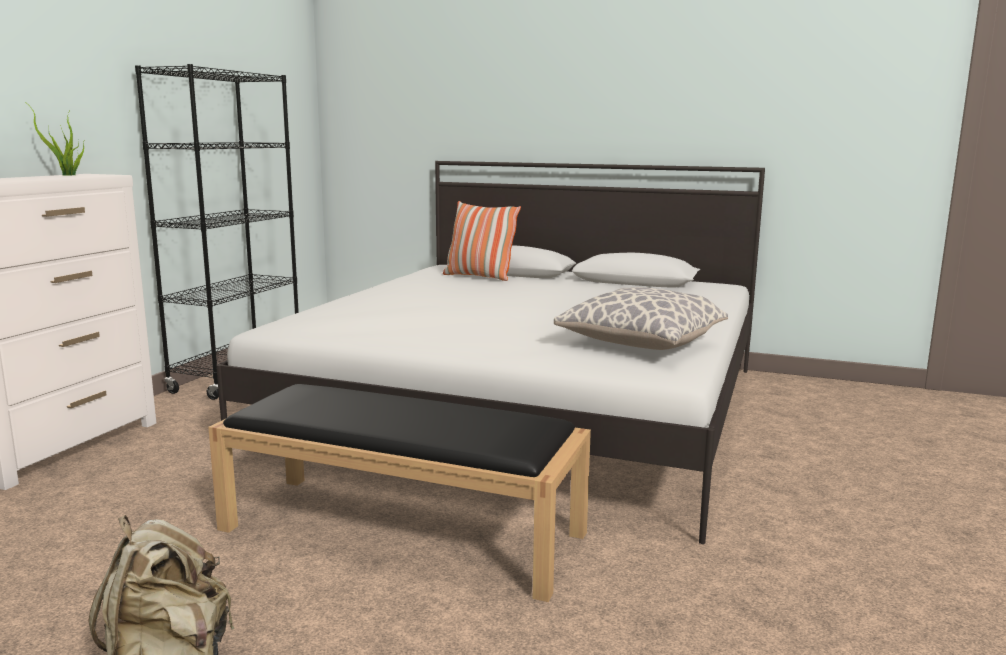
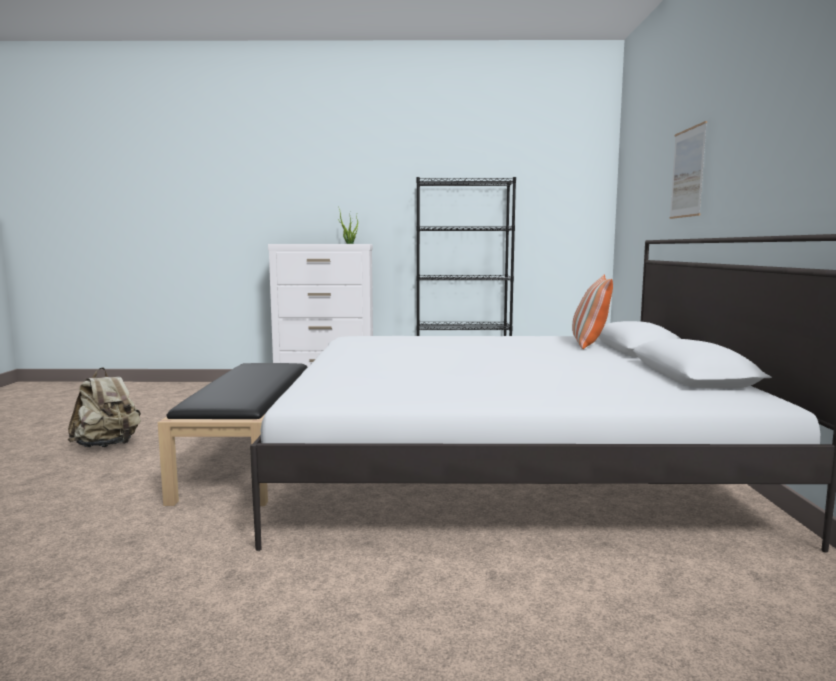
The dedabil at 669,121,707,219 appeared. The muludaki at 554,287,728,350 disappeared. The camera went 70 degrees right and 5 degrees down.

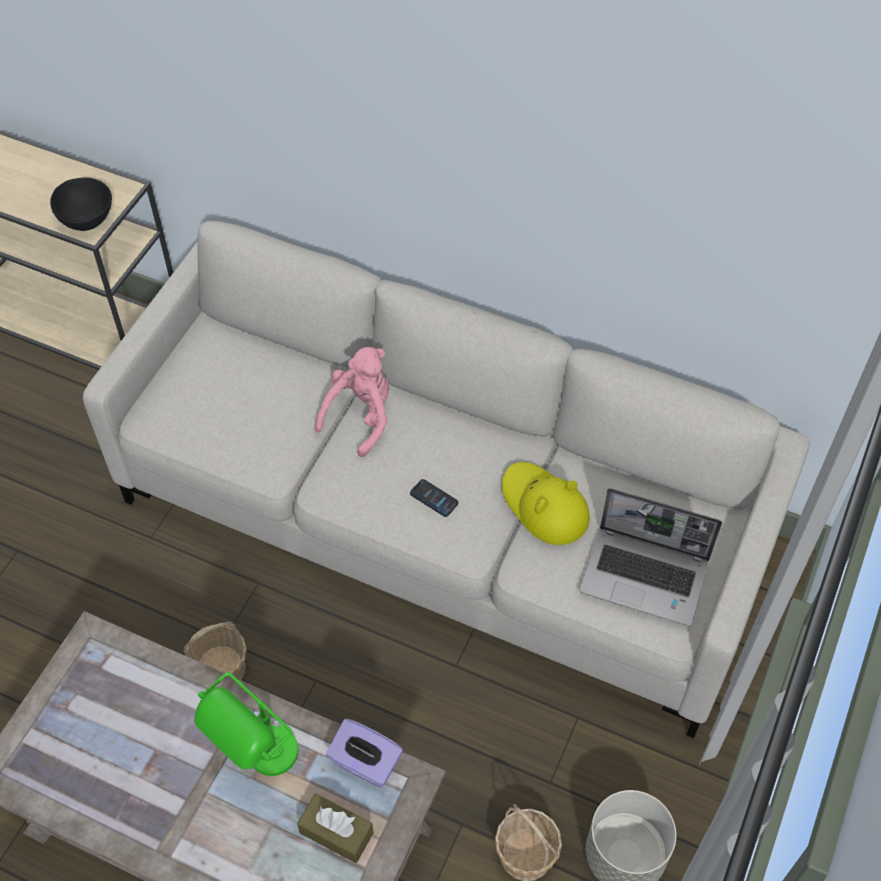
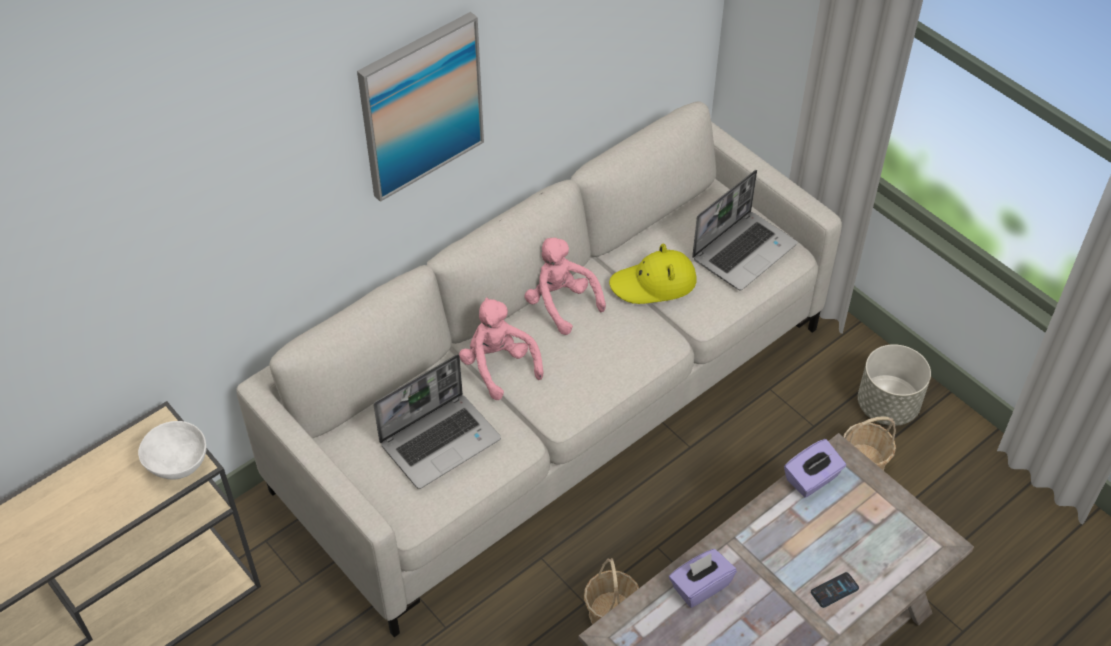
The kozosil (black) at 50,178,112,231 became the kozosil (white) at 138,421,206,480. The dedabil at 357,12,484,202 appeared. The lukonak at 374,354,501,489 appeared. The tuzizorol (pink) at 524,237,606,335 appeared. The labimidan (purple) at 669,549,737,608 appeared. The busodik moved from 410,479,459,517 to 811,572,859,608. The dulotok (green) at 194,672,298,776 disappeared. The labimidan (brown) at 297,793,374,863 disappeared. The camera went 65 degrees left and 5 degrees down.

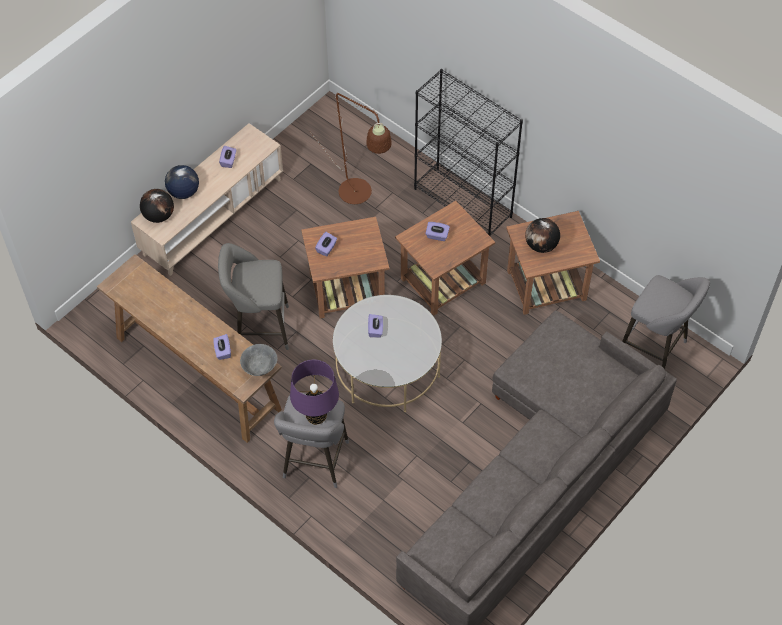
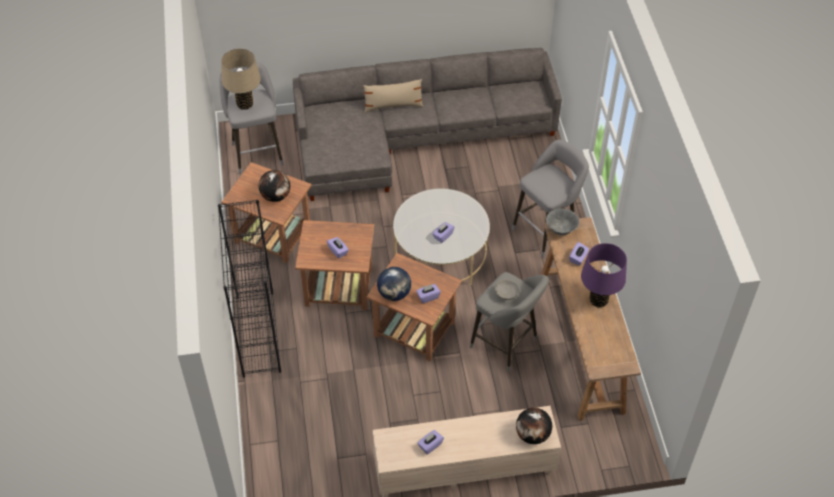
The dulotok (beige) at 221,48,261,110 appeared. The muludaki (beige) at 363,79,424,113 appeared. The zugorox moved from 165,165,199,199 to 377,267,411,301. The kozosil (grey) at 495,280,519,300 appeared. The dulotok (purple) moved from 290,360,339,425 to 581,243,627,308. The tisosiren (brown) at 311,93,392,204 disappeared. The camera went 140 degrees left and 5 degrees down.

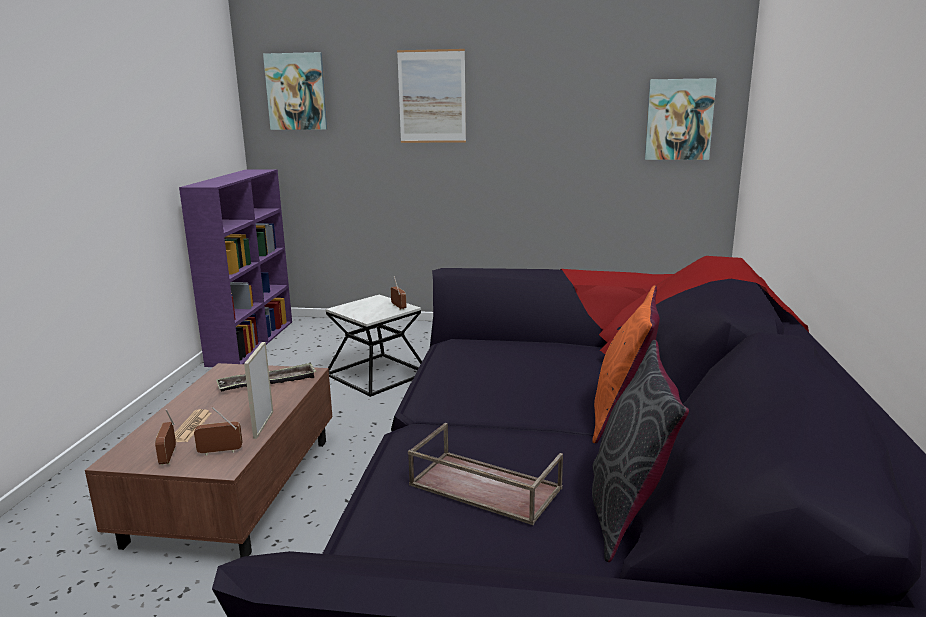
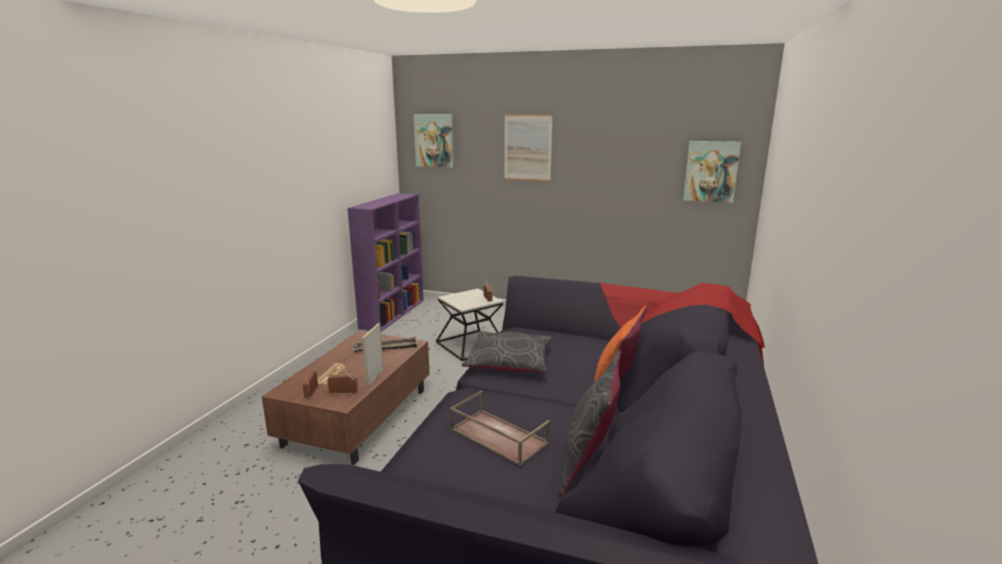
The muludaki (grey) at 462,331,553,373 appeared. The camera went 10 degrees right and 0 degrees up.

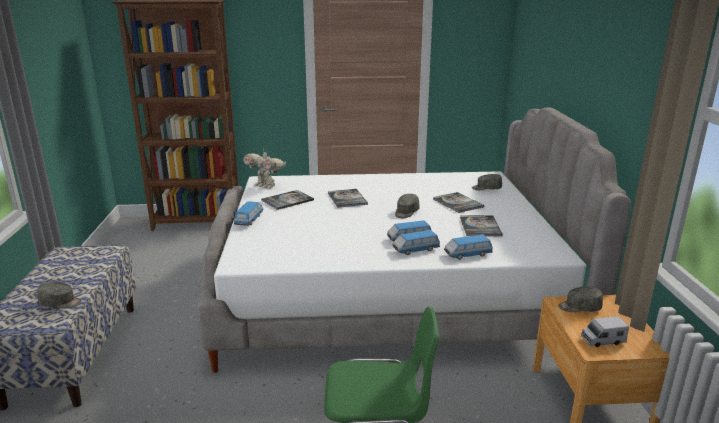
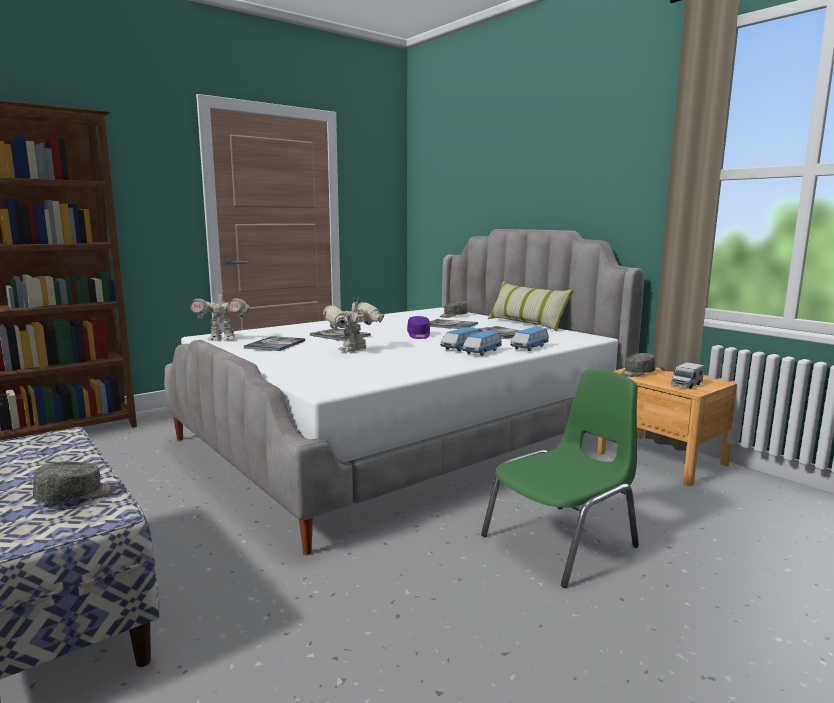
The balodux at 323,297,384,352 appeared. The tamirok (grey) at 395,194,420,218 became the tamirok (purple) at 407,316,430,339. The muludaki at 487,281,573,331 appeared. The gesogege at 234,201,263,226 disappeared. The camera went 35 degrees left and 10 degrees down.

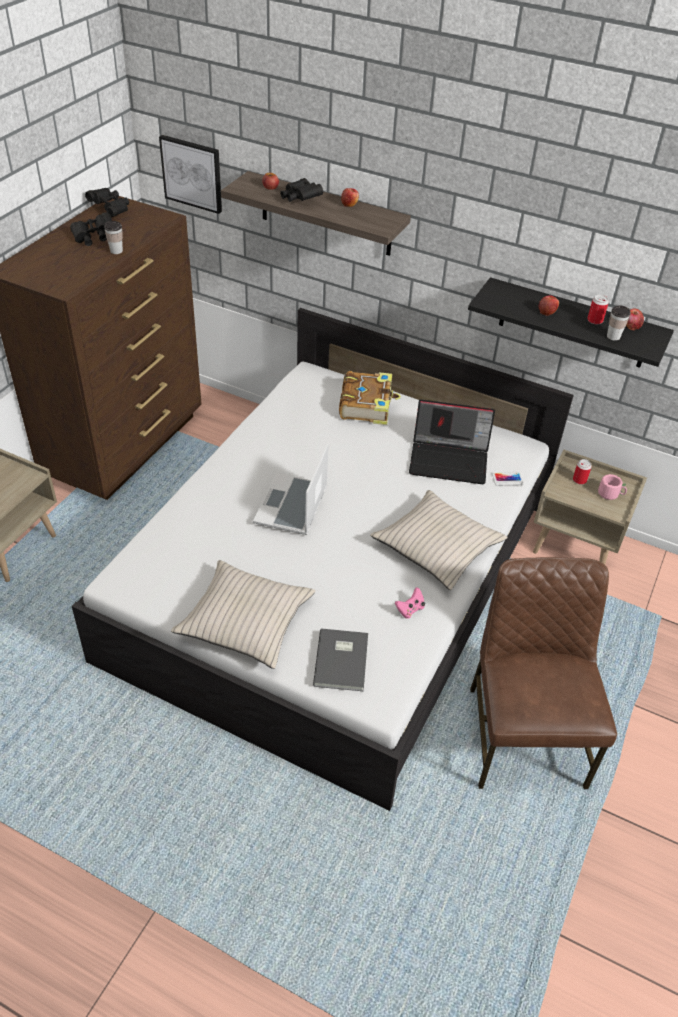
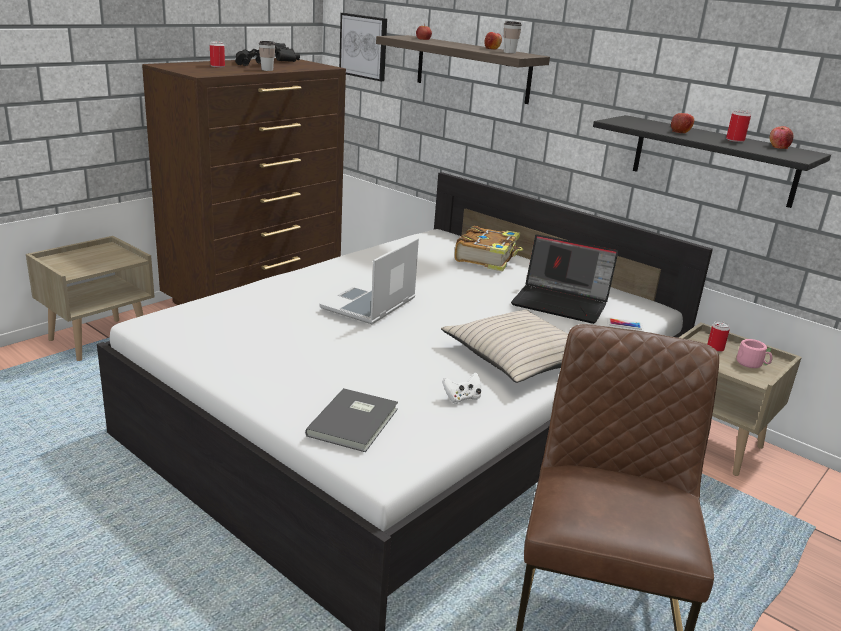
The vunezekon at 210,42,225,67 appeared. The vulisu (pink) at 395,587,425,619 became the vulisu (white) at 442,372,481,404. The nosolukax moved from 607,306,631,341 to 504,21,522,53. The muludaki (beige) at 171,560,316,669 disappeared. The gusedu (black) at 281,178,323,202 disappeared. The camera went 15 degrees right and 20 degrees down.

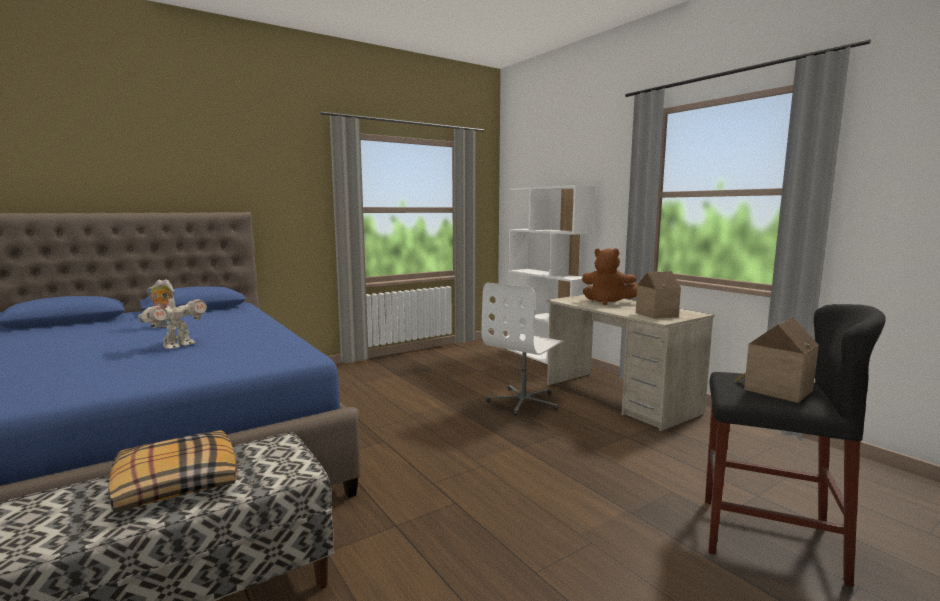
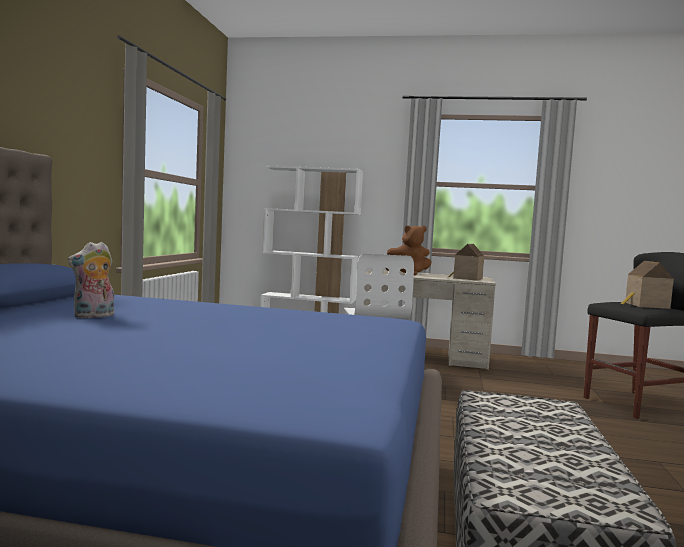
The muludaki at 108,430,237,513 disappeared. The balodux at 138,293,207,349 disappeared. The camera went 45 degrees left and 5 degrees down.

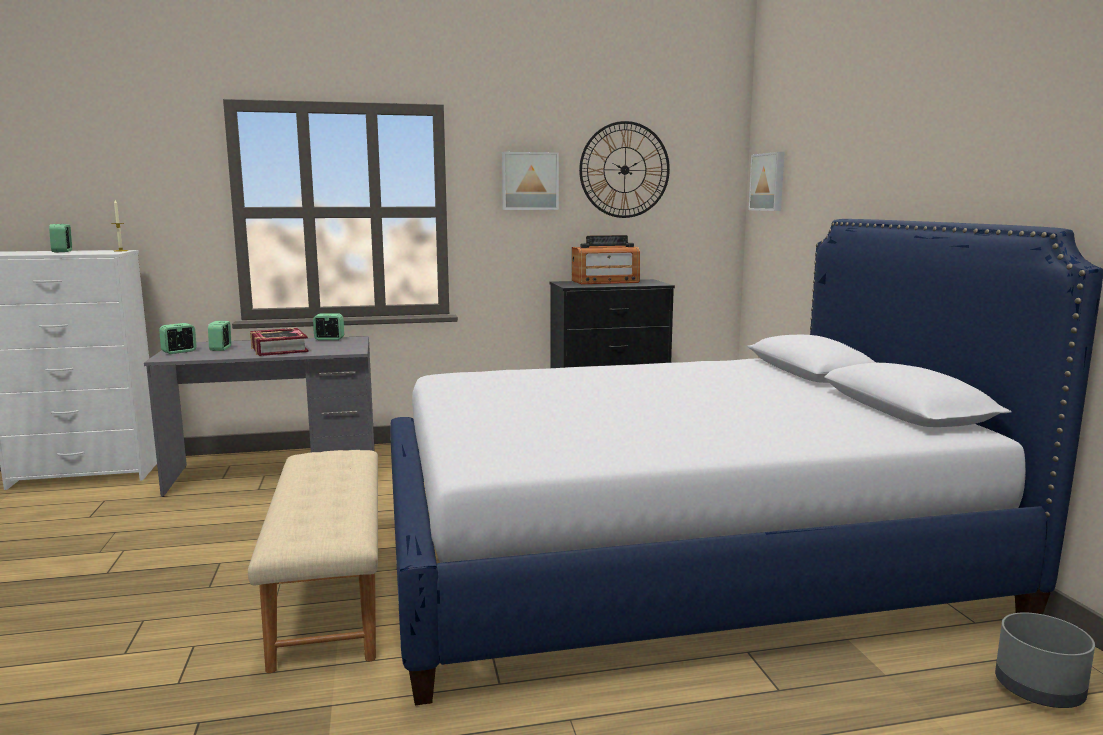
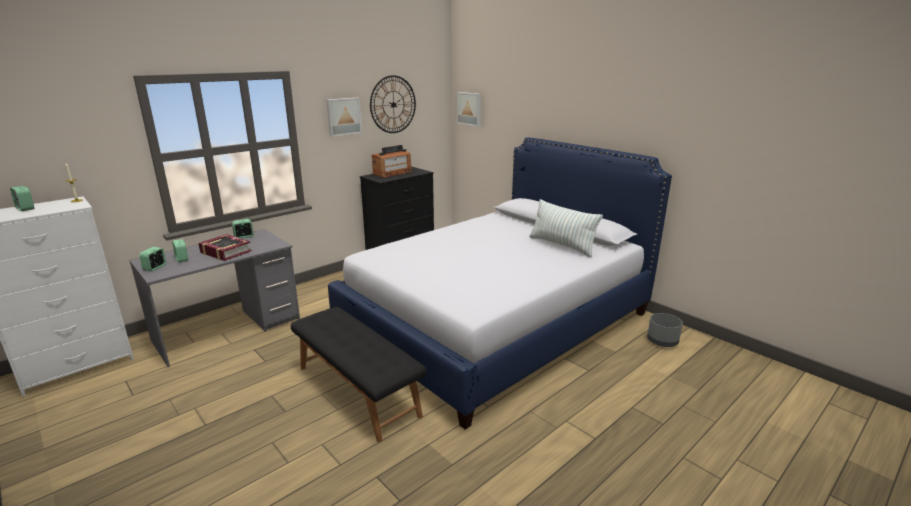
The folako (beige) at 248,450,378,673 became the folako (black) at 291,307,427,442. The muludaki at 529,199,603,257 appeared. The camera went 30 degrees left and 10 degrees up.

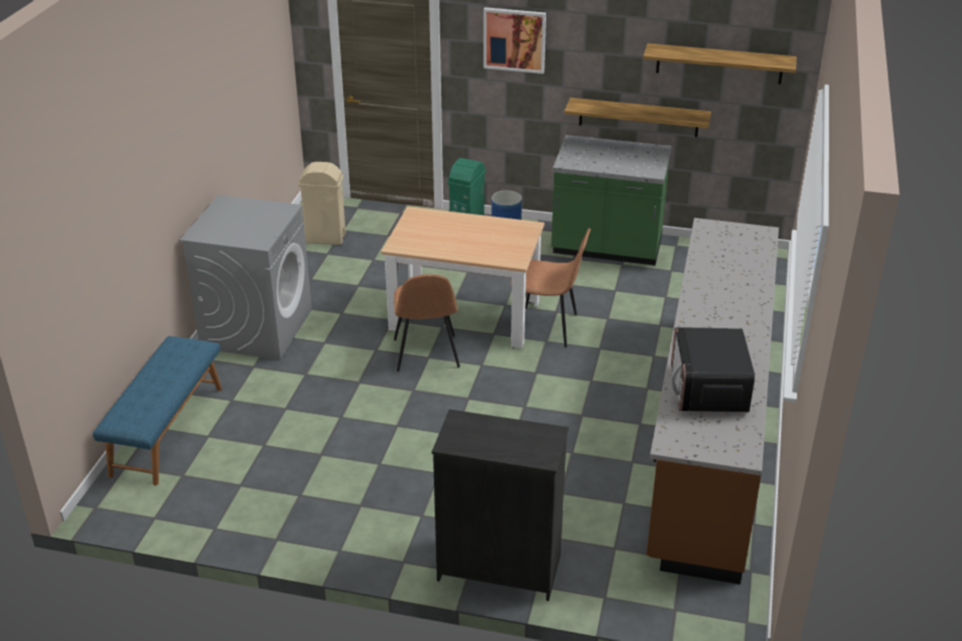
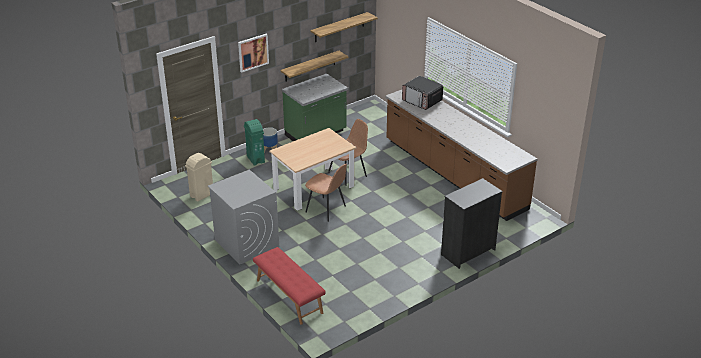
The folako (blue) at 93,336,222,486 became the folako (red) at 253,247,326,325. The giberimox moved from 671,327,755,412 to 402,76,443,110. The camera went 50 degrees left and 0 degrees up.

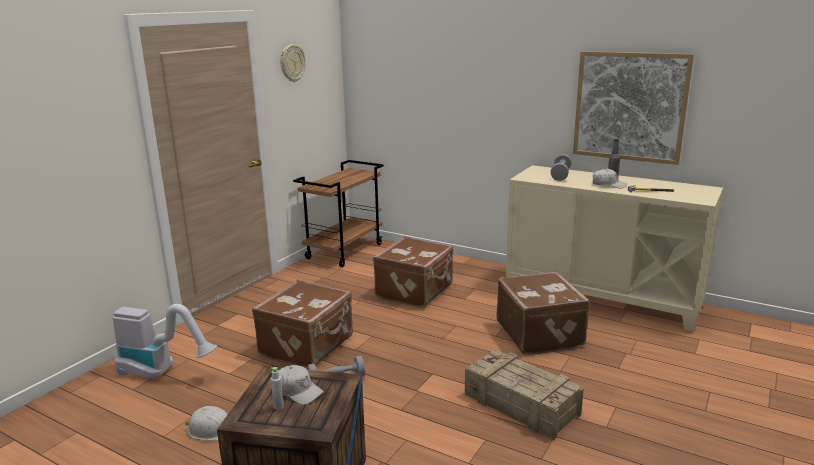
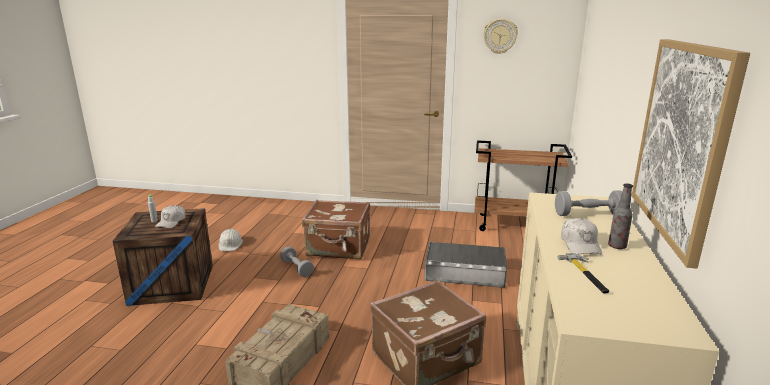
The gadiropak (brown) at 373,237,453,308 was replaced by the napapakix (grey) at 424,242,507,288. The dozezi at 113,304,217,380 disappeared. The camera went 70 degrees right and 0 degrees up.

